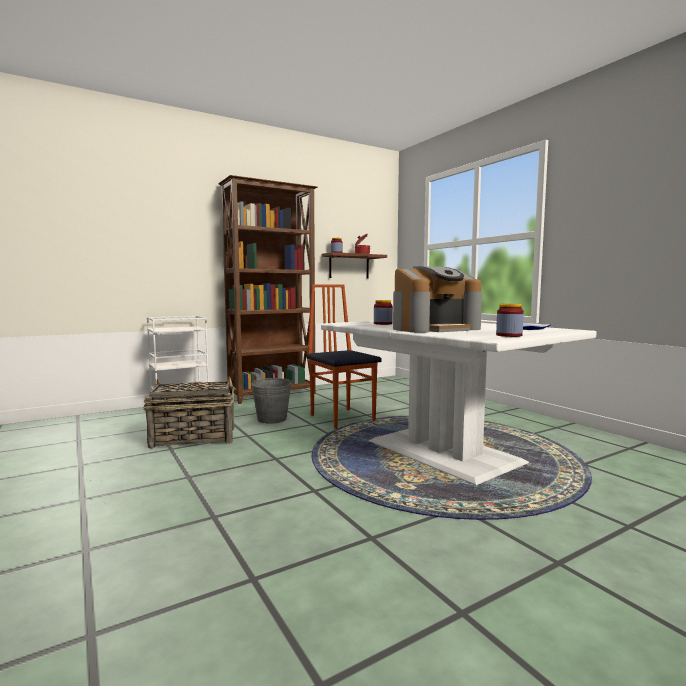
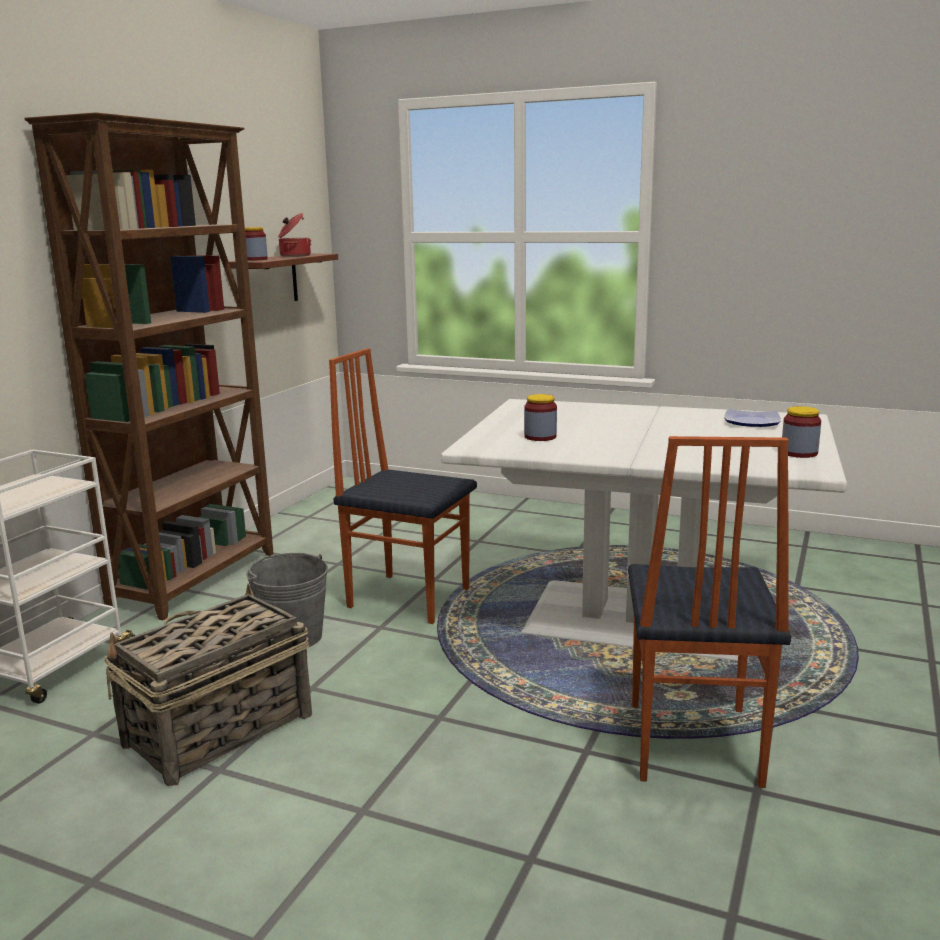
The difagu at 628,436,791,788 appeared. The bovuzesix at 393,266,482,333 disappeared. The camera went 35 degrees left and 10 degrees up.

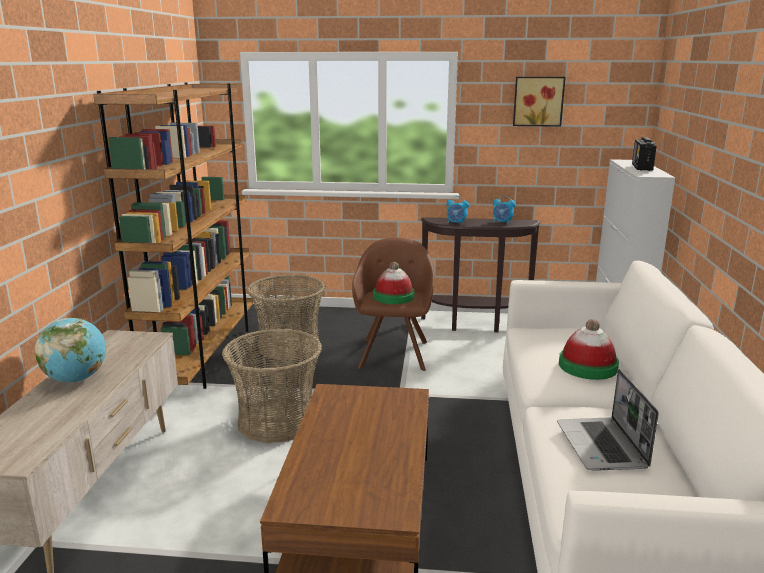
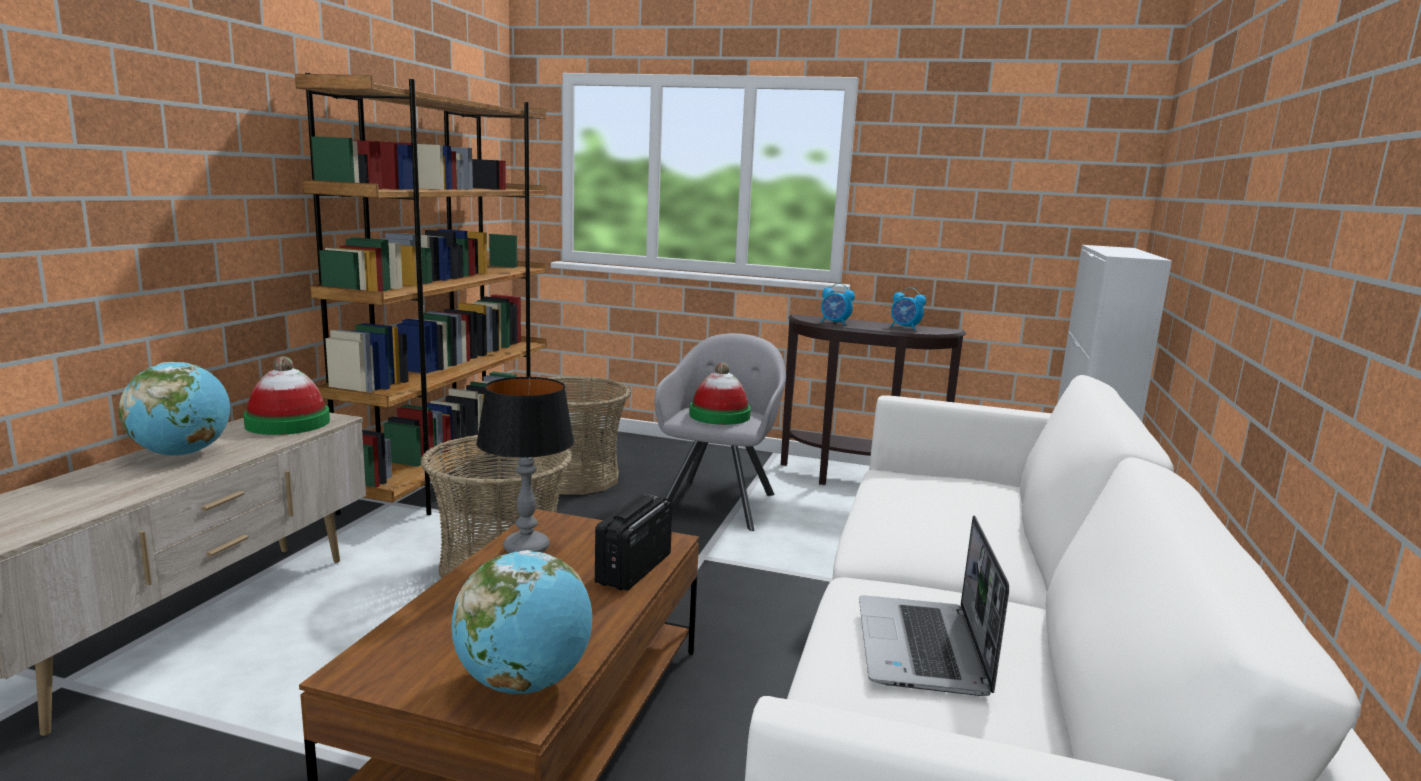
The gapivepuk moved from 559,319,619,380 to 243,356,330,435. The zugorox at 452,550,592,694 appeared. The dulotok at 476,377,574,553 appeared. The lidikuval moved from 632,137,657,171 to 595,494,672,591. The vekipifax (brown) at 352,237,434,371 became the vekipifax (grey) at 654,333,786,531. The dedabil at 513,77,566,127 disappeared. The camera went 10 degrees right and 5 degrees down.

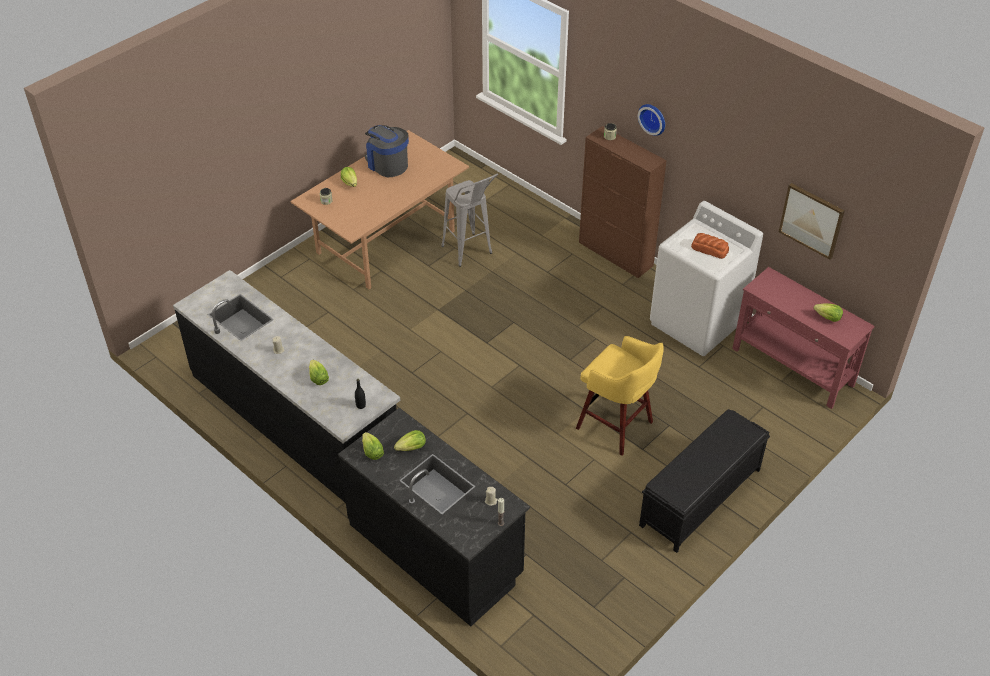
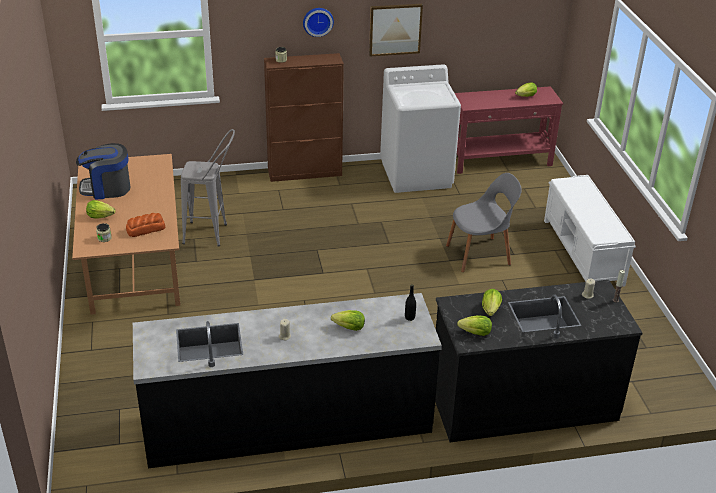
The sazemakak moved from 691,233,729,259 to 126,213,165,237. The dedabil moved from 779,183,845,260 to 369,4,423,56. The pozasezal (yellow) at 576,336,664,456 was replaced by the difagu (grey) at 446,173,522,272. The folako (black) at 639,409,770,553 became the folako (white) at 544,175,636,287. The camera went 55 degrees left and 10 degrees down.

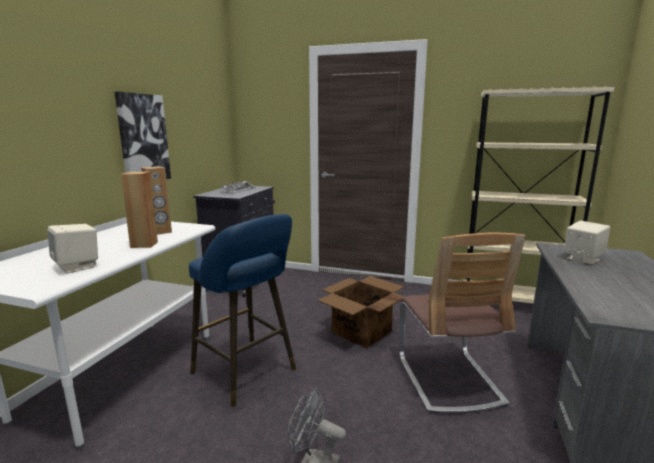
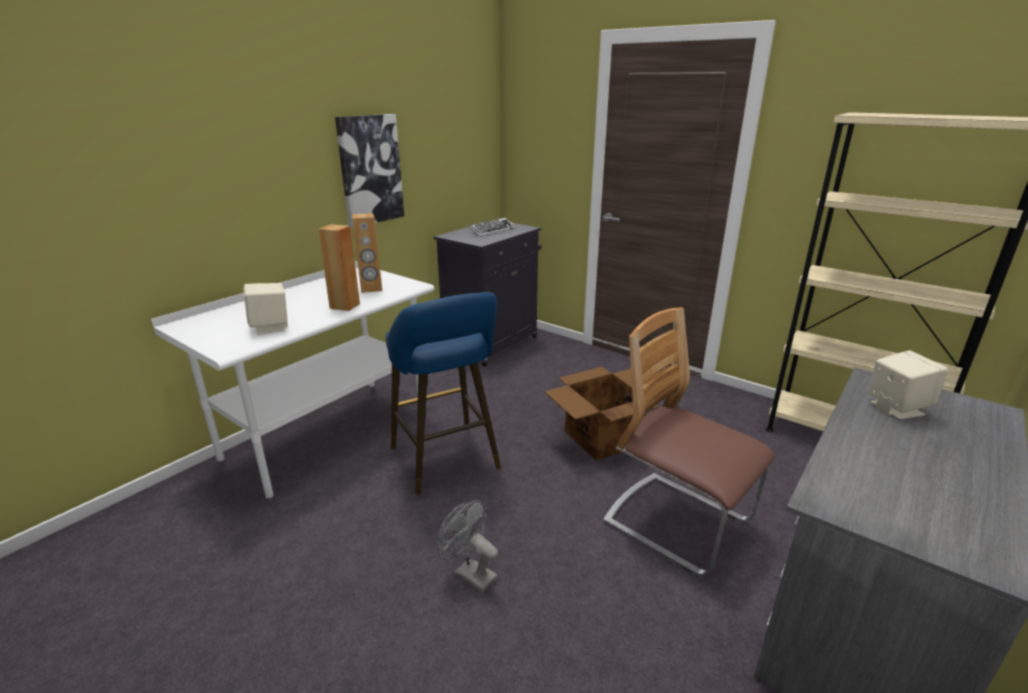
The difagu at 399,233,526,413 turned 120 degrees clockwise. The camera went 20 degrees right and 10 degrees up.

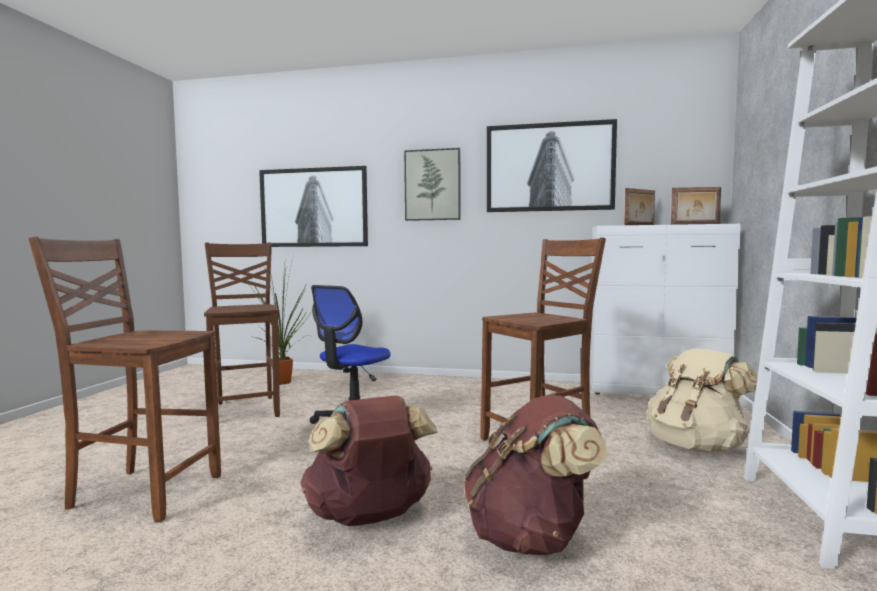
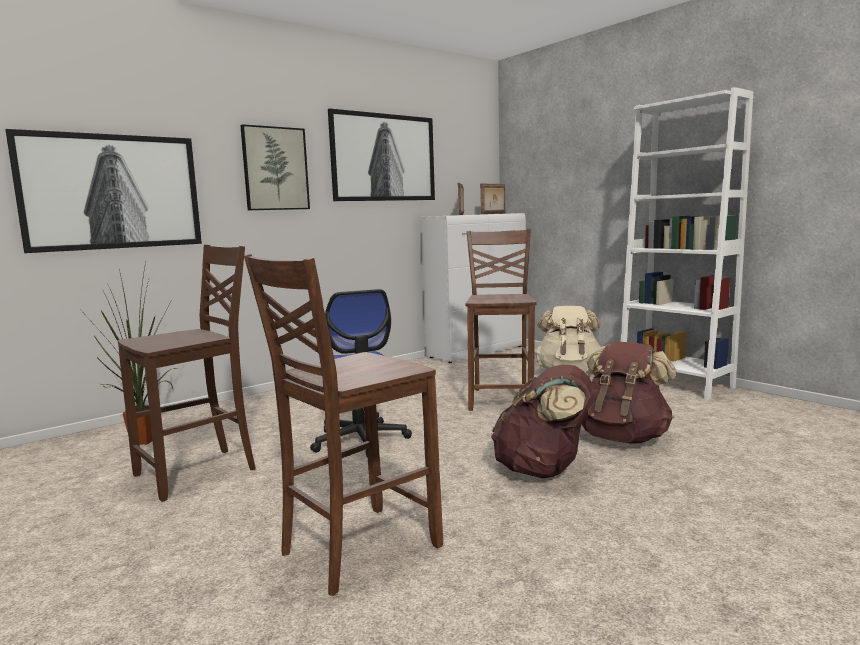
The difagu (brown) at 204,243,280,417 turned 120 degrees clockwise. The camera went 50 degrees left and 5 degrees up.

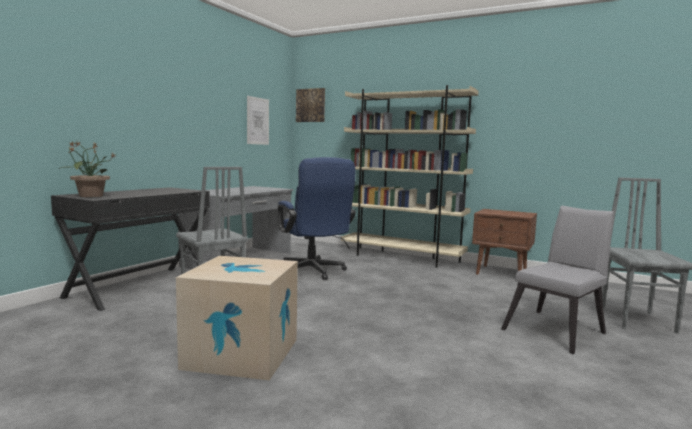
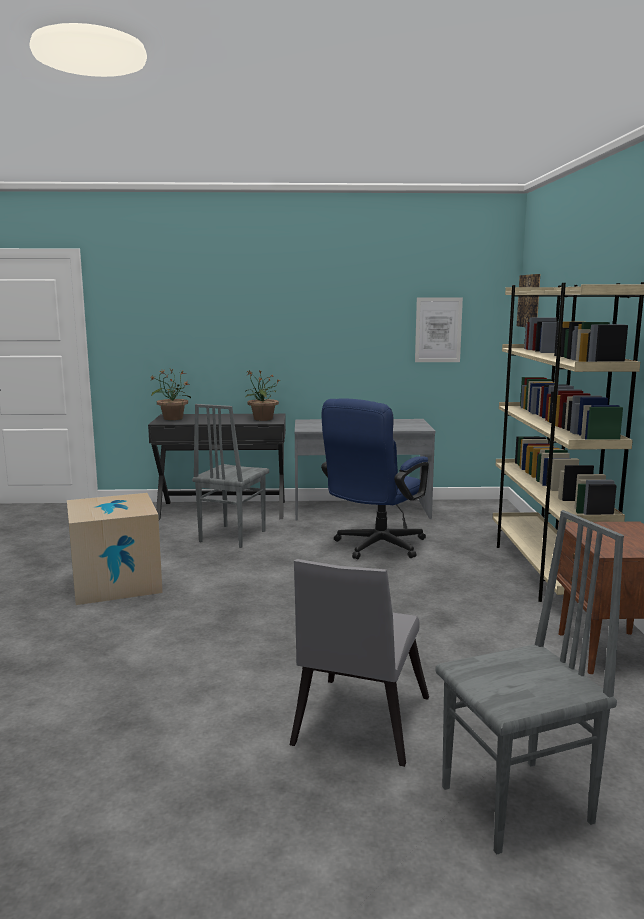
The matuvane at 245,370,280,421 appeared. The difagu (grey) at 501,206,615,354 turned 90 degrees clockwise. The camera went 60 degrees right and 5 degrees up.

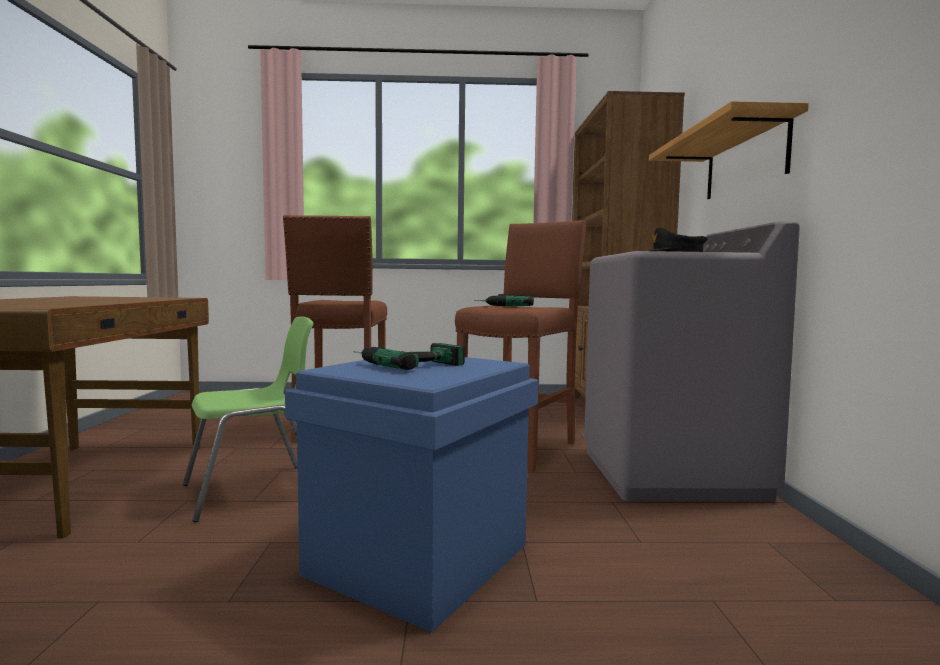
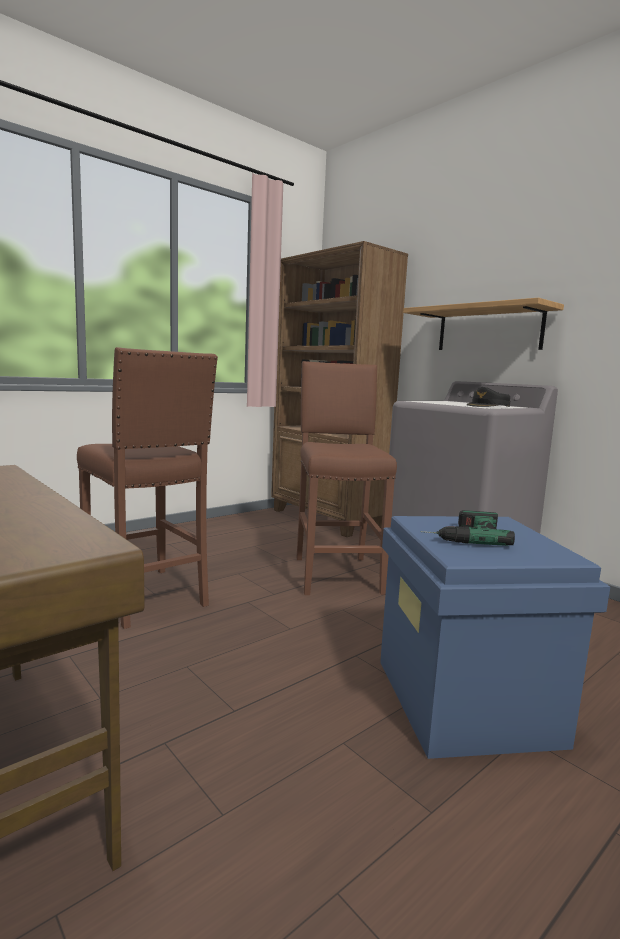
The difagu (green) at 183,316,313,522 disappeared. The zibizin at 474,294,534,306 disappeared. The camera went 40 degrees left and 5 degrees up.

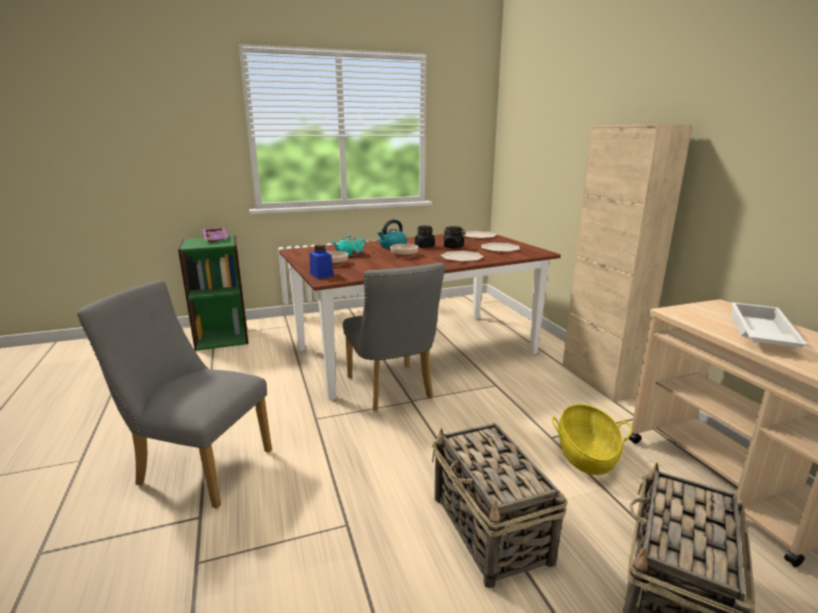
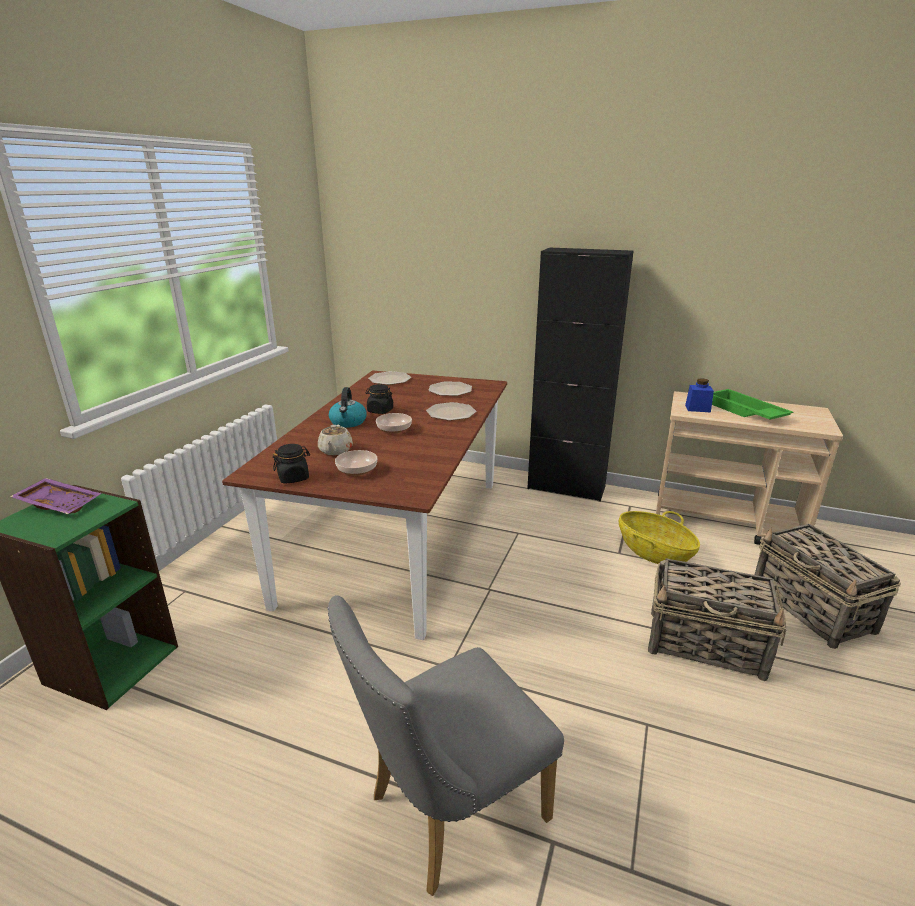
The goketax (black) moved from 443,226,466,249 to 273,444,310,484. The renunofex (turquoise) at 332,235,365,256 became the renunofex (beige) at 318,425,353,455. The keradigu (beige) at 562,124,692,402 became the keradigu (black) at 527,247,633,502. The goketax (blue) moved from 309,244,333,279 to 685,378,714,412. The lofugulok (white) at 731,302,808,348 became the lofugulok (green) at 712,389,794,420. The difagu (grey) at 343,263,445,411 disappeared. The camera went 50 degrees left and 5 degrees up.

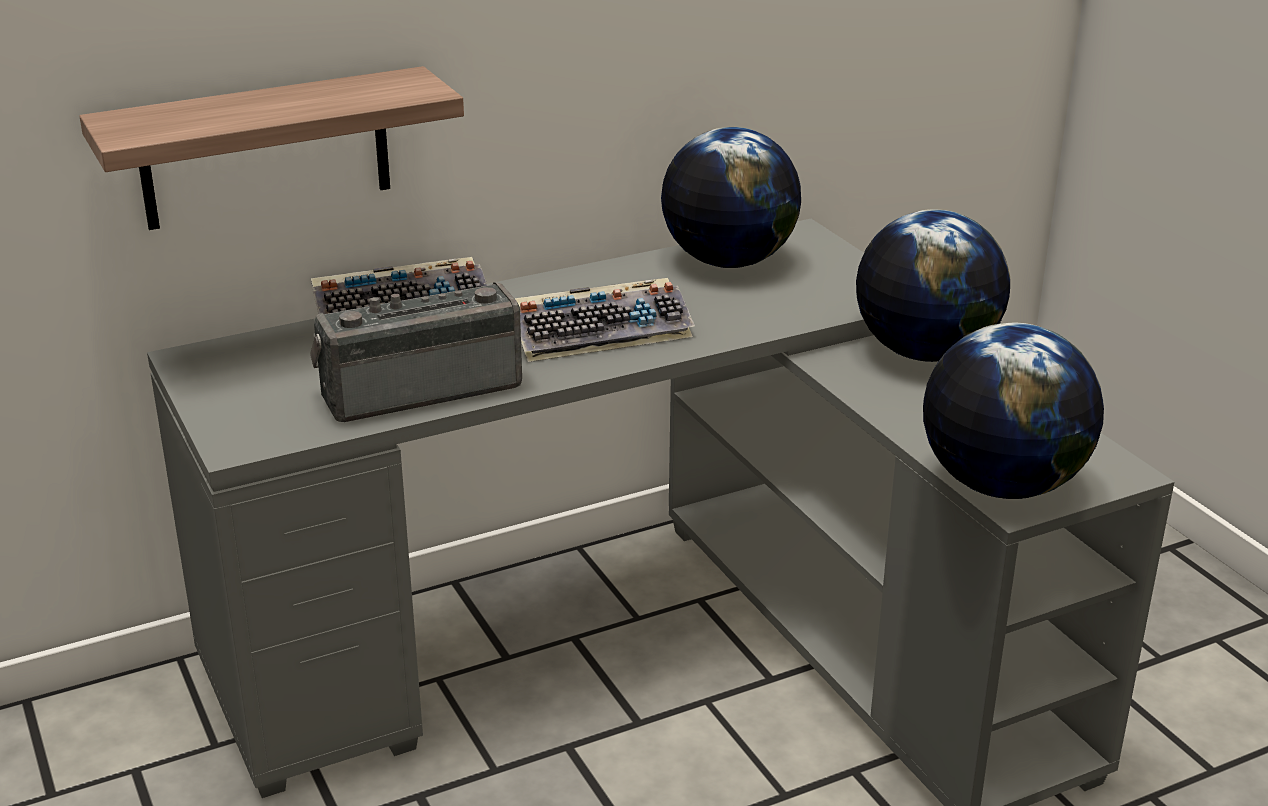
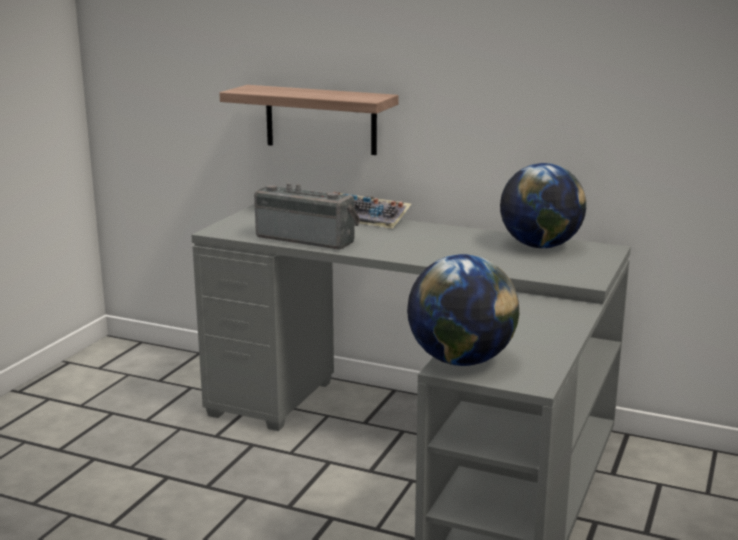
The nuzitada at 514,278,695,362 disappeared. The zugorox at 856,209,1010,362 disappeared. The camera went 50 degrees right and 10 degrees down.

